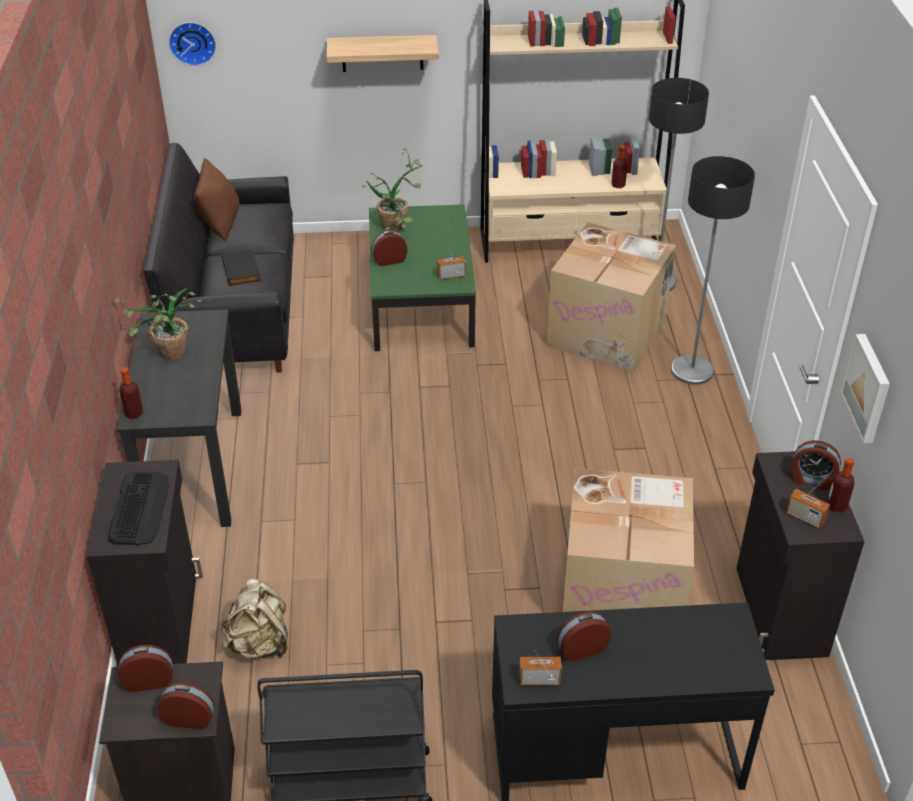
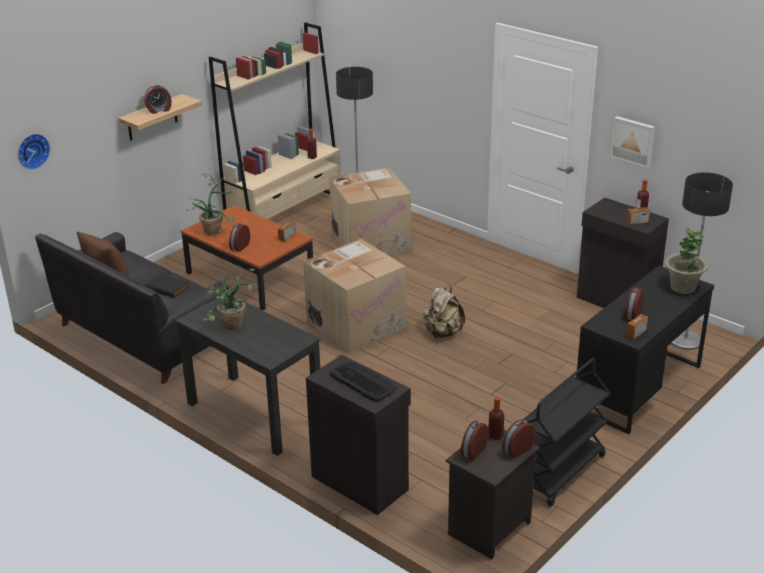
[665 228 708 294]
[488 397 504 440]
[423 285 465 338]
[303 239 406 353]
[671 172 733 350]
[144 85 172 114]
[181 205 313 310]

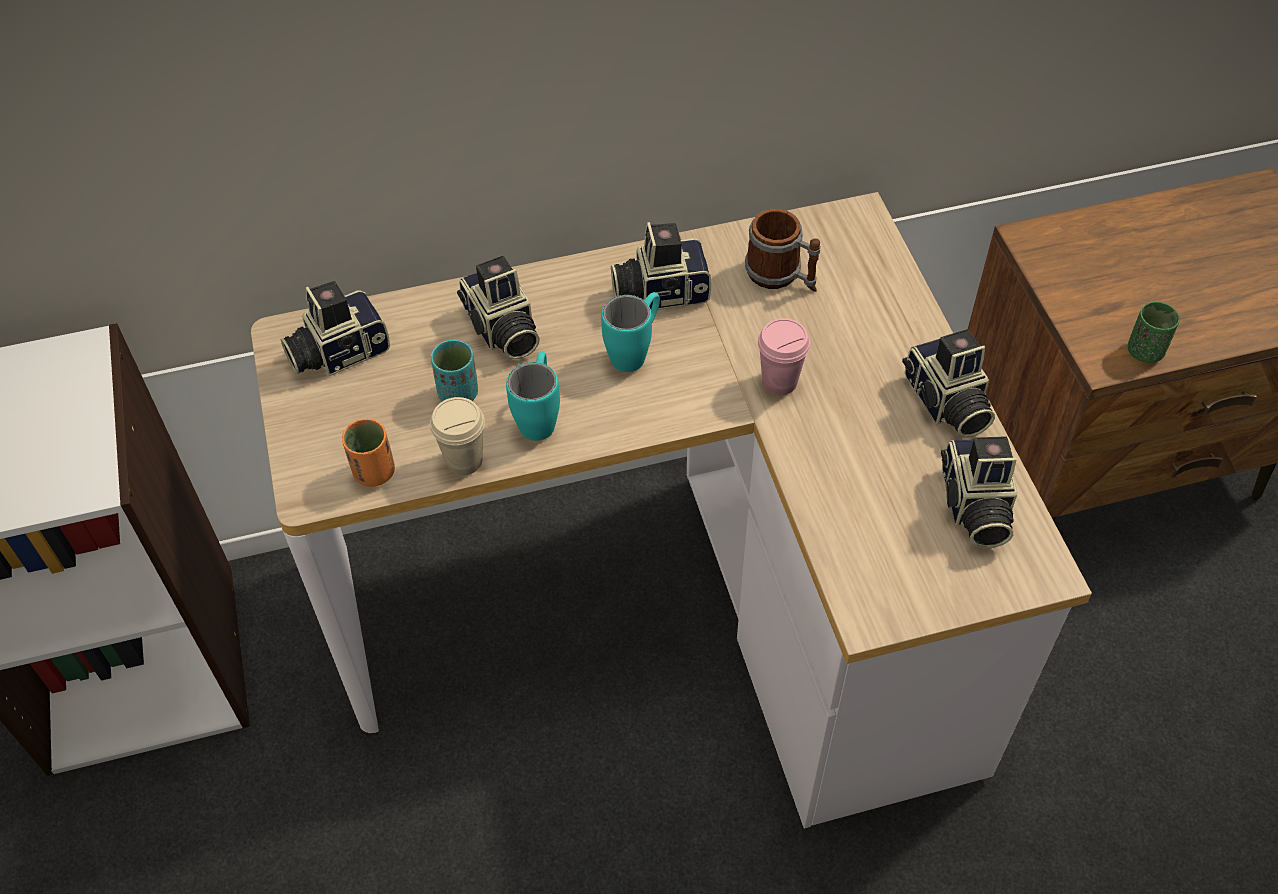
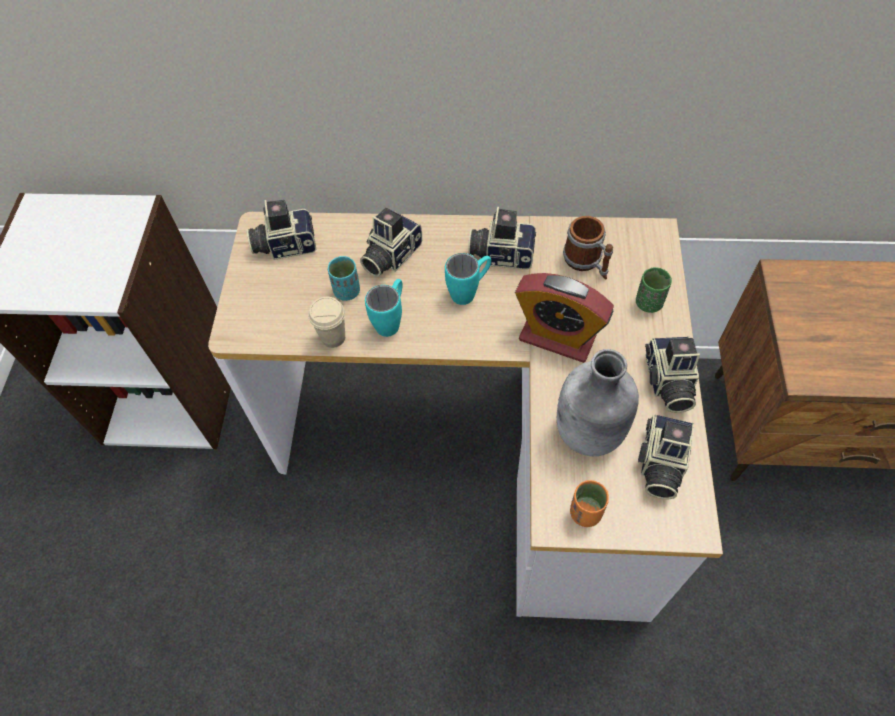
[557 349 639 456]
[570 480 609 527]
[636 267 672 313]
[515 273 614 363]
[360 208 422 277]

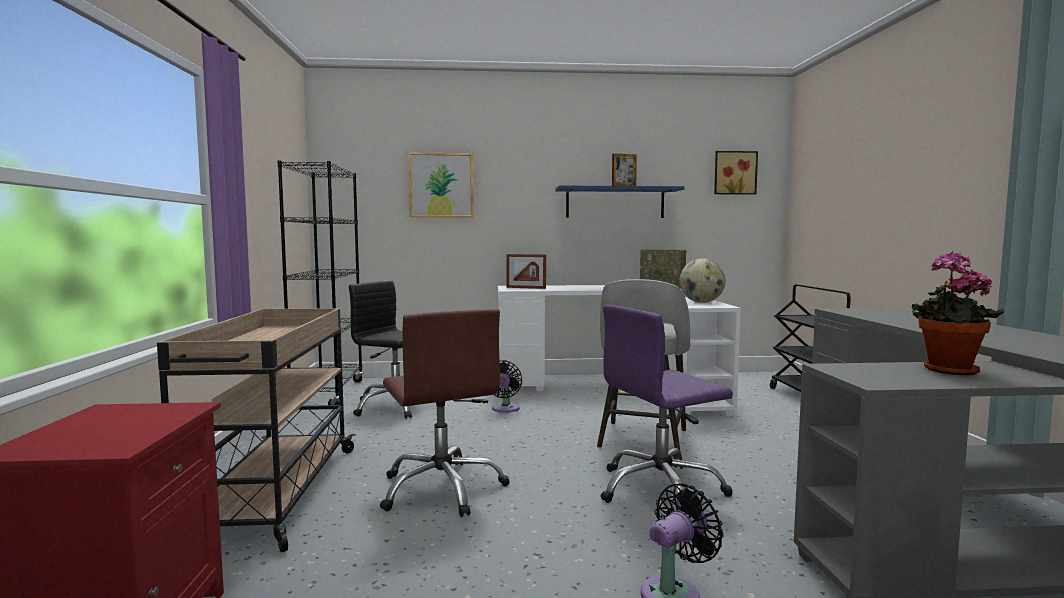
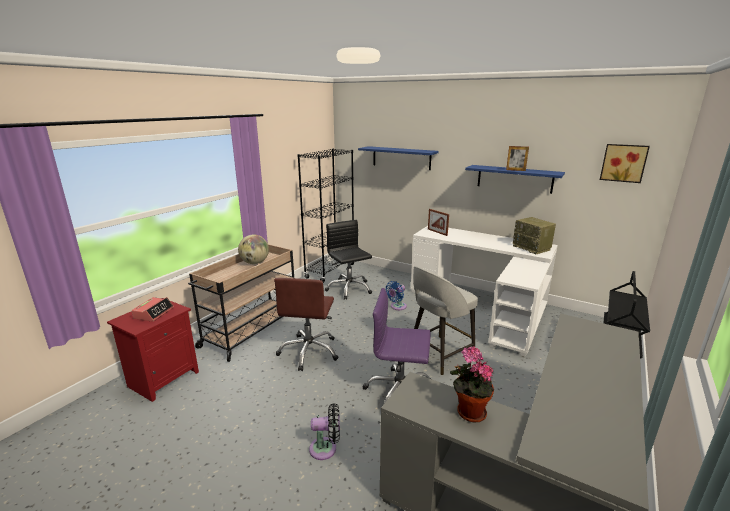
[132 297 174 322]
[238 235 269 264]
[358 146 439 170]
[385 281 407 310]

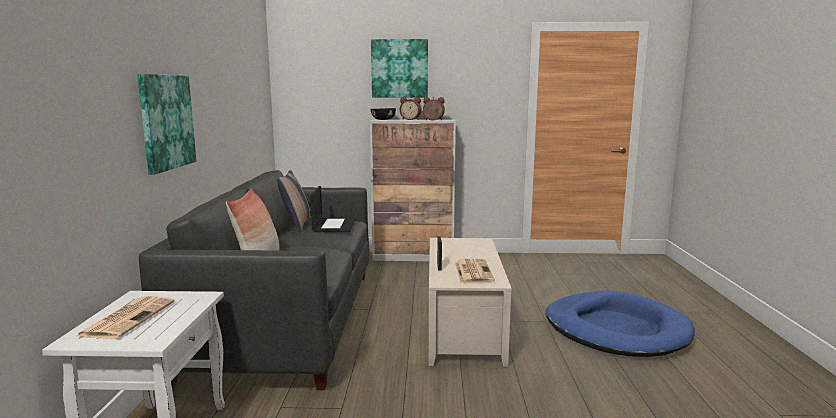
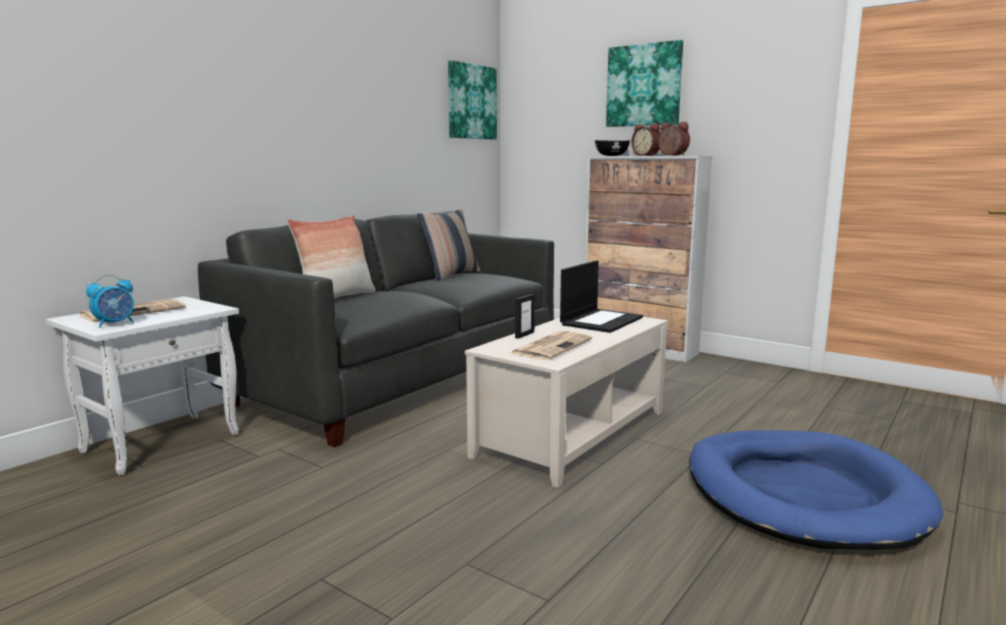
[86 274 134 328]
[448 60 497 140]
[560 260 643 333]

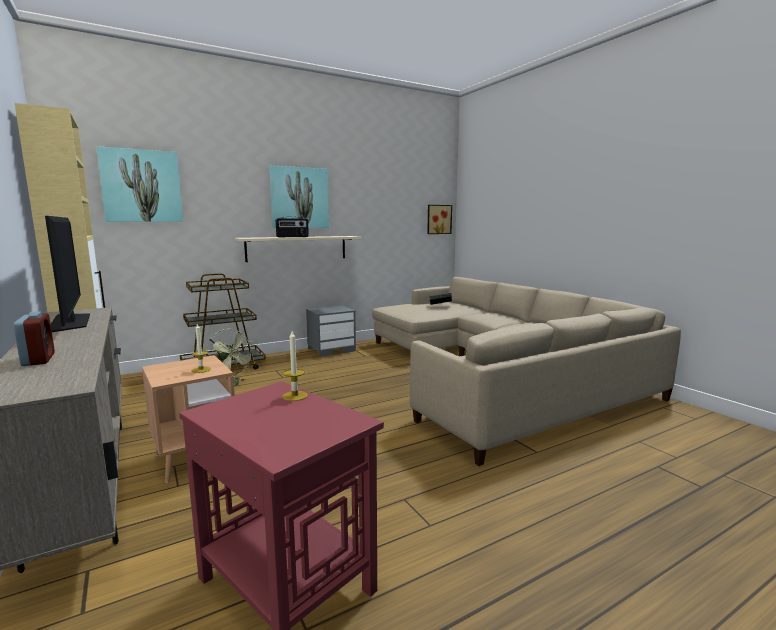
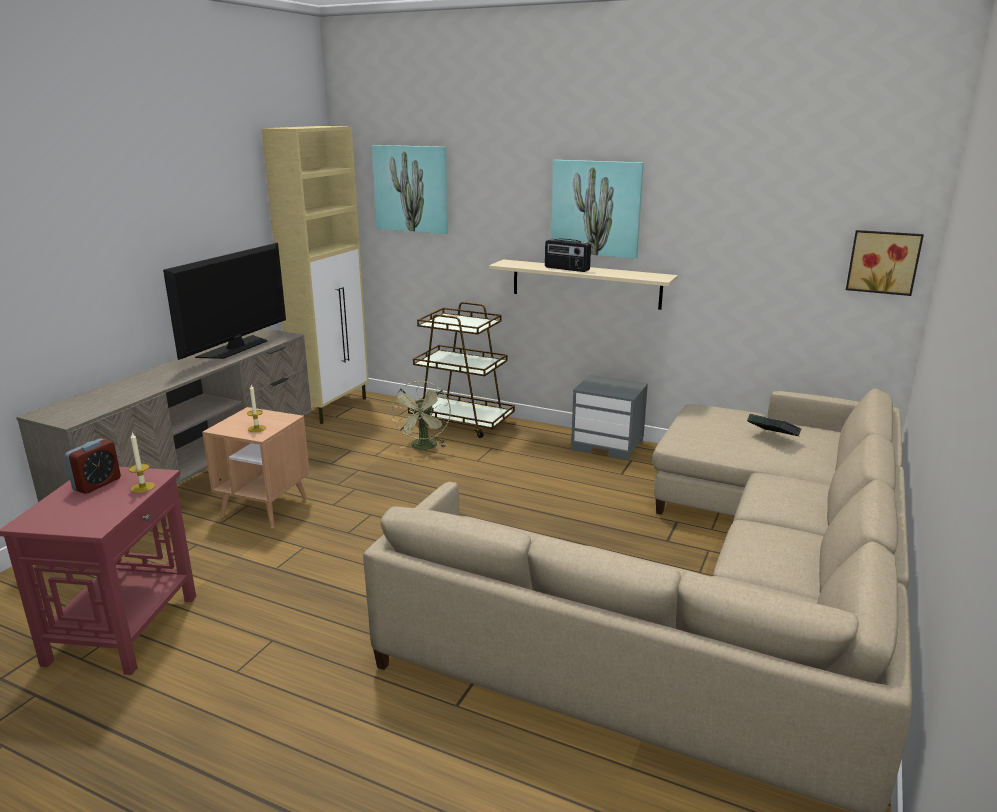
[65 439 121 494]

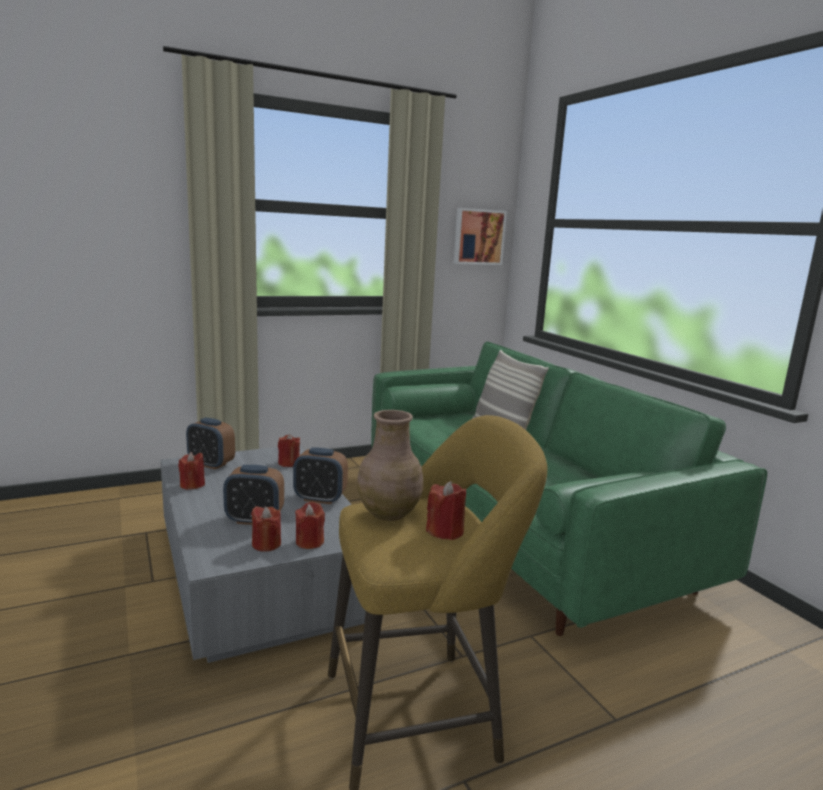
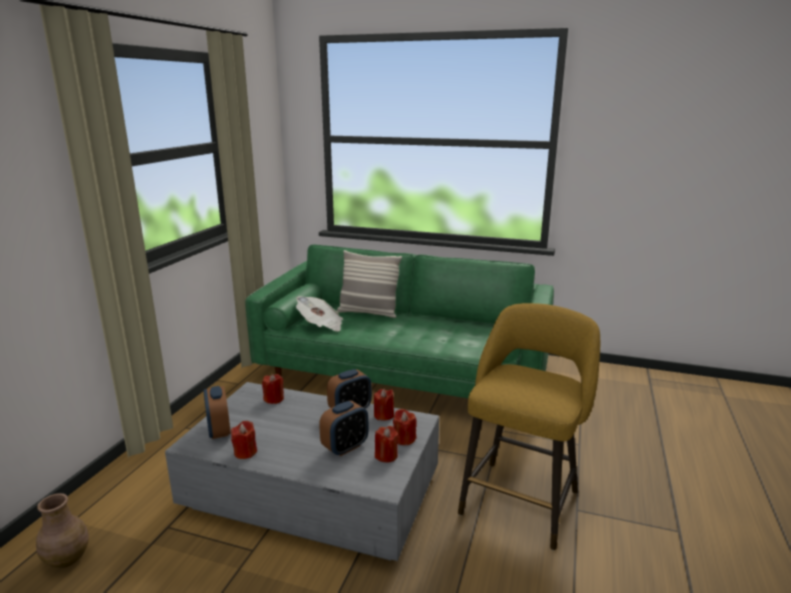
[453 208 507 265] (first image)
[296 296 343 332]
[36 493 89 568]
[374 389 394 421]
[204 386 231 439]

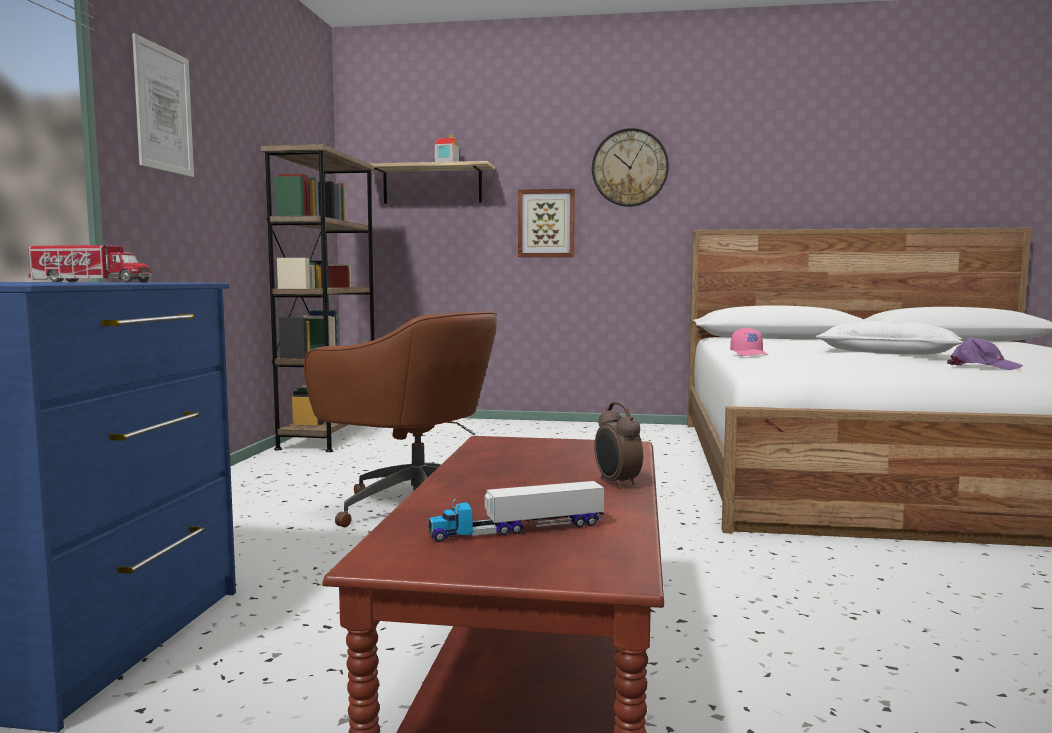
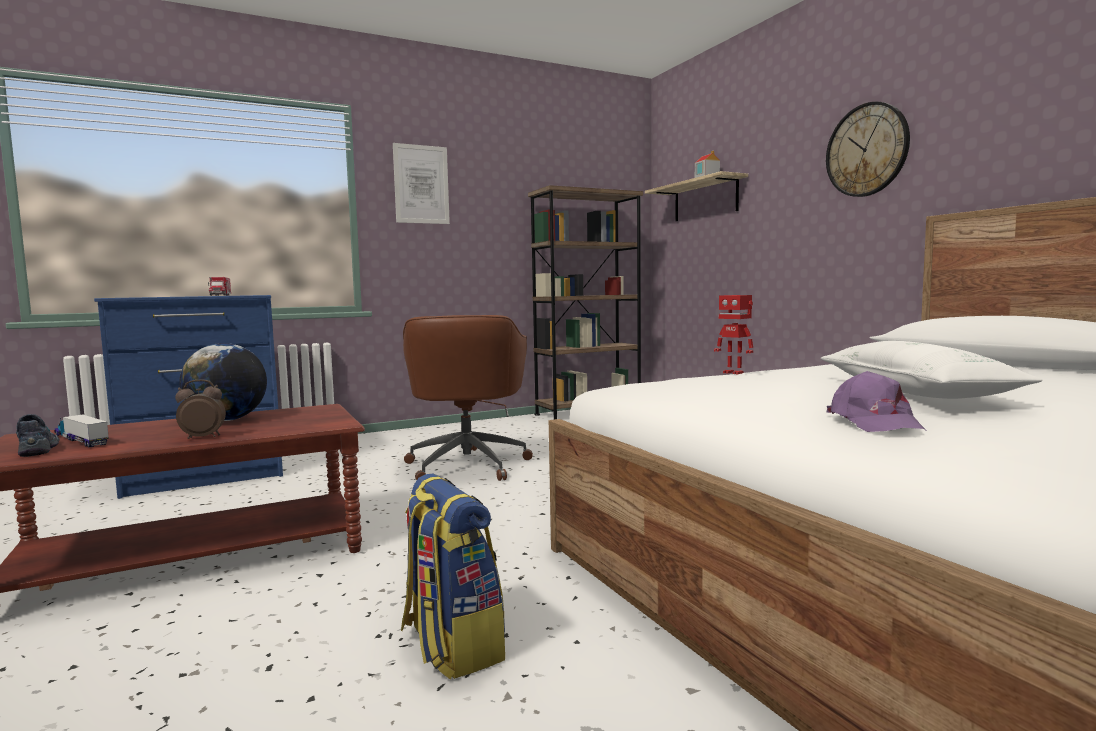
[518 189 575 257] (first image)
[16 414 60 457]
[179 343 267 421]
[401 474 505 680]
[714 295 753 374]
[175 380 226 439]

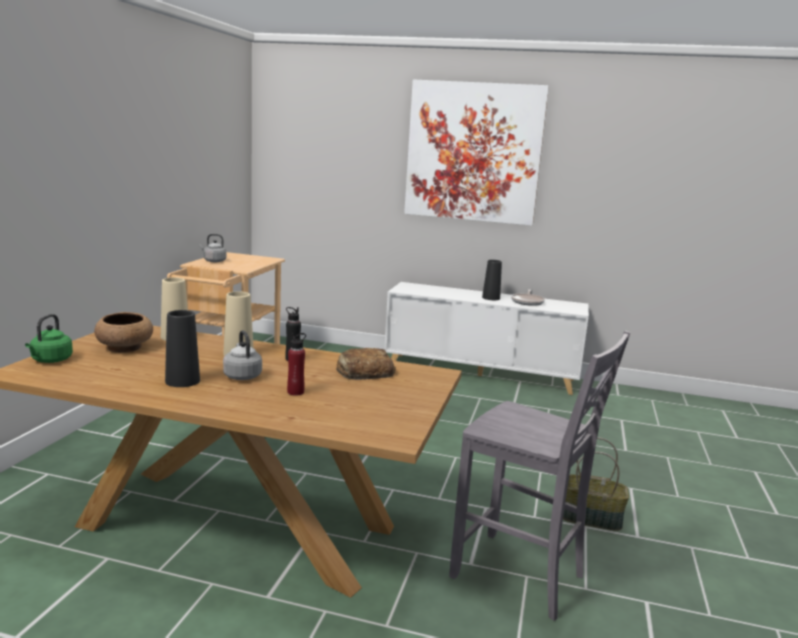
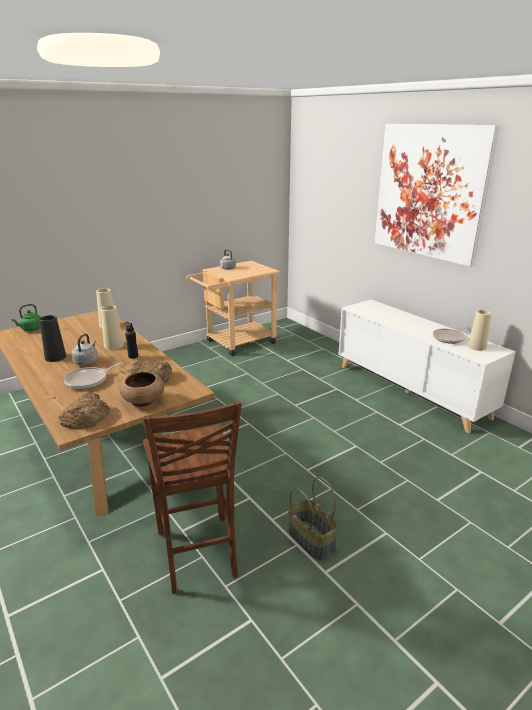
[482 260 502 300] (first image)
[59 392 110 429]
[468 310 491 351]
[119 371 164 407]
[64 362 123 389]
[143 400 242 594]

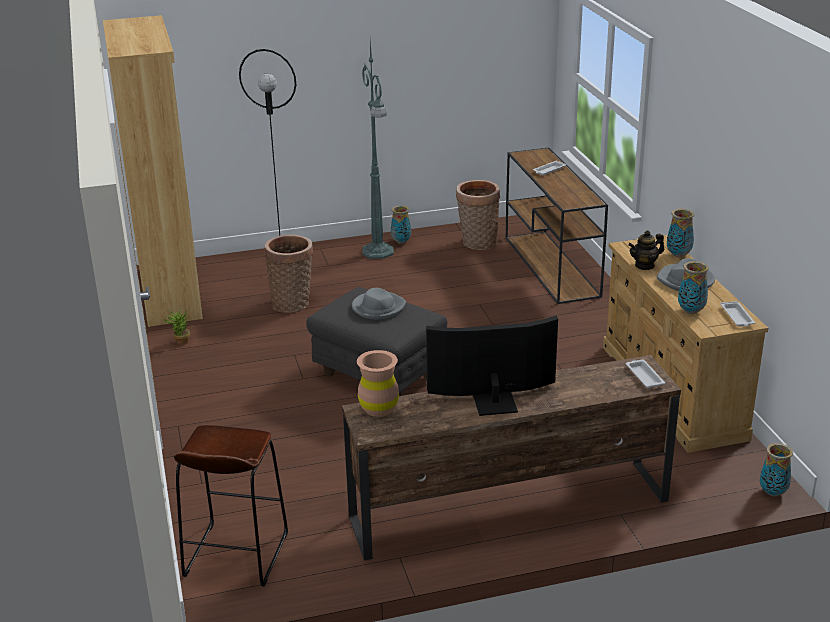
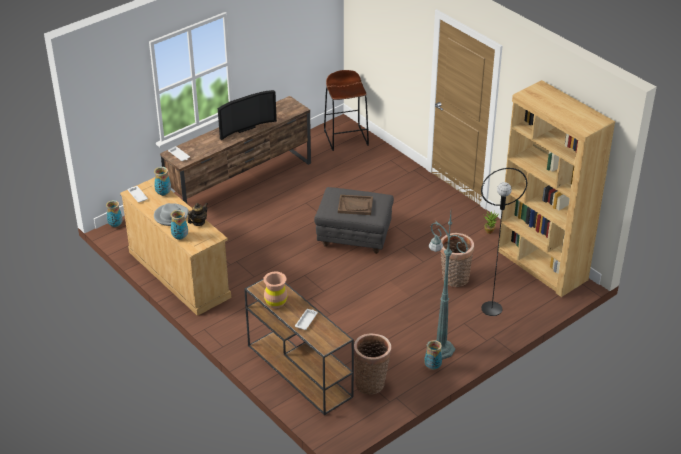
[263 272 287 308]
[338 195 373 215]

